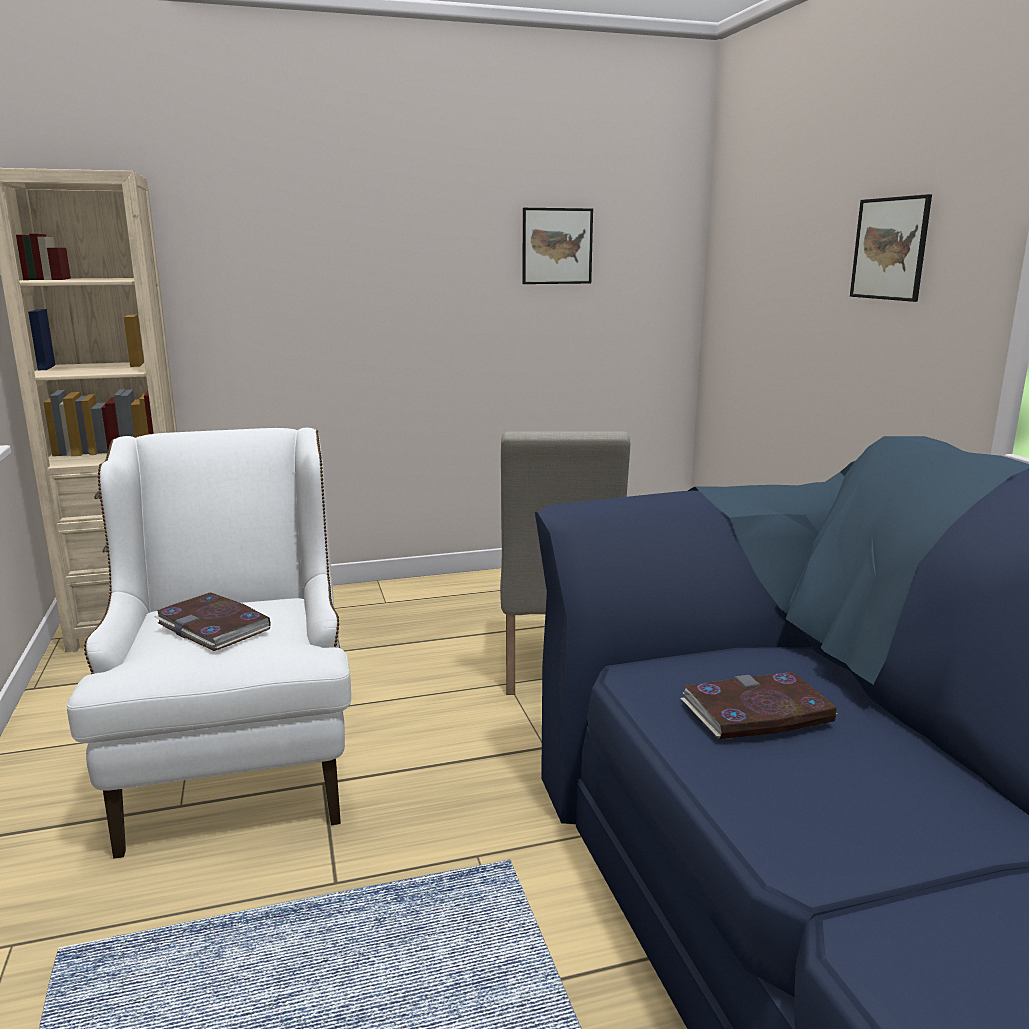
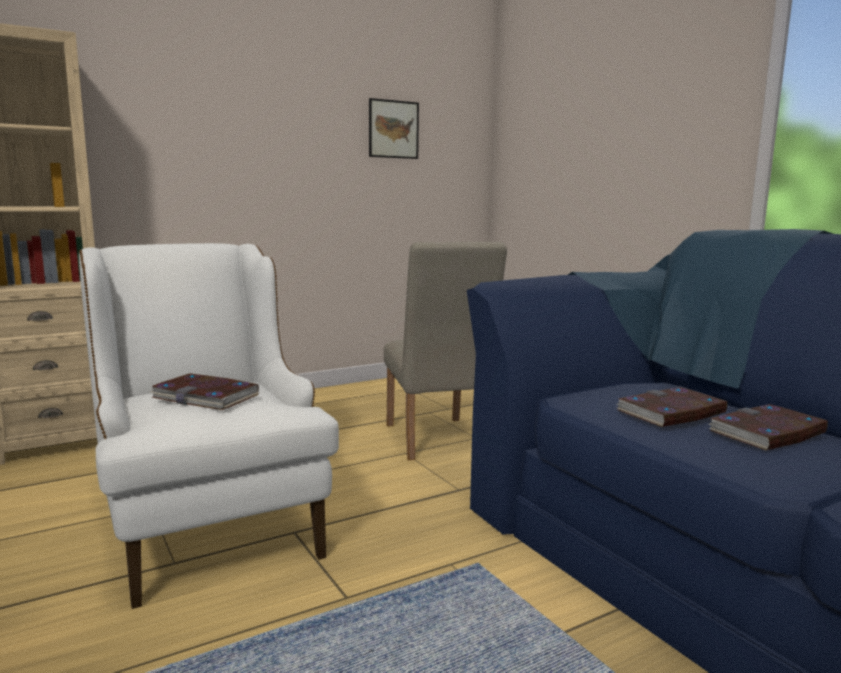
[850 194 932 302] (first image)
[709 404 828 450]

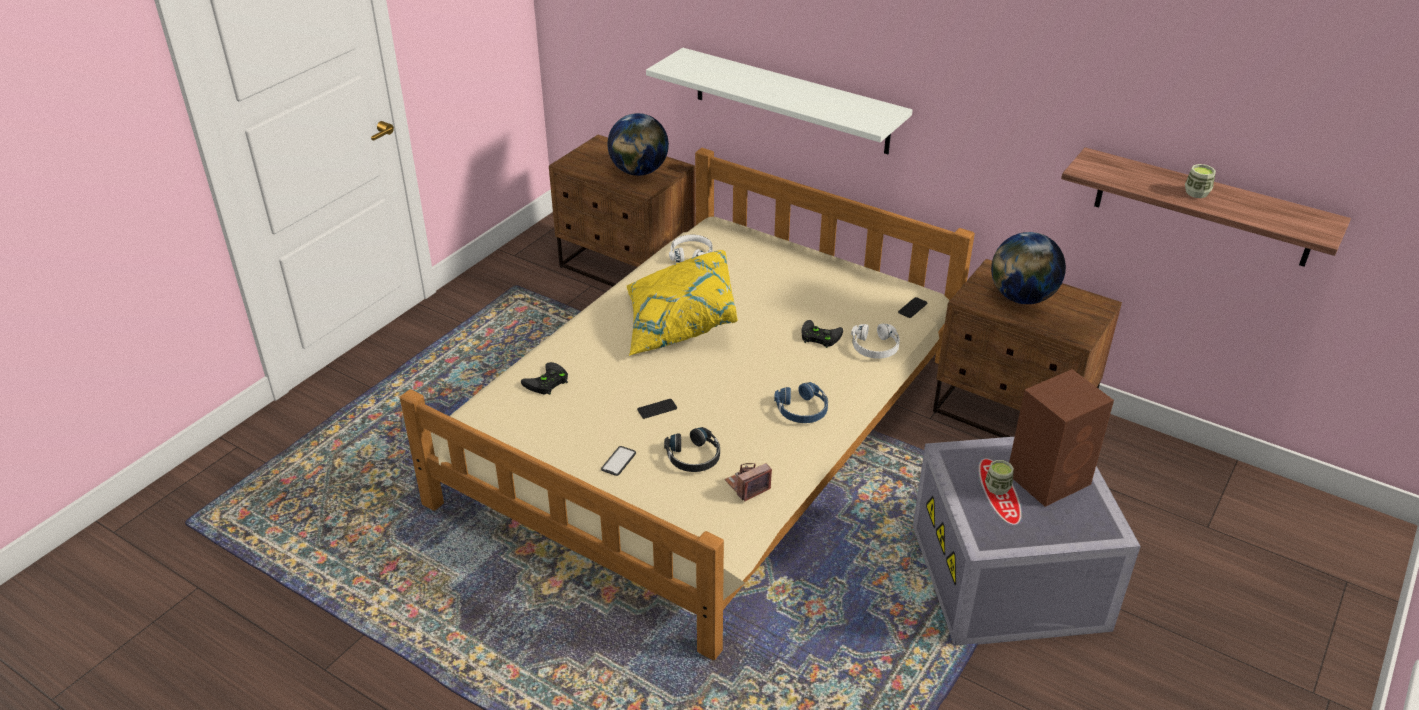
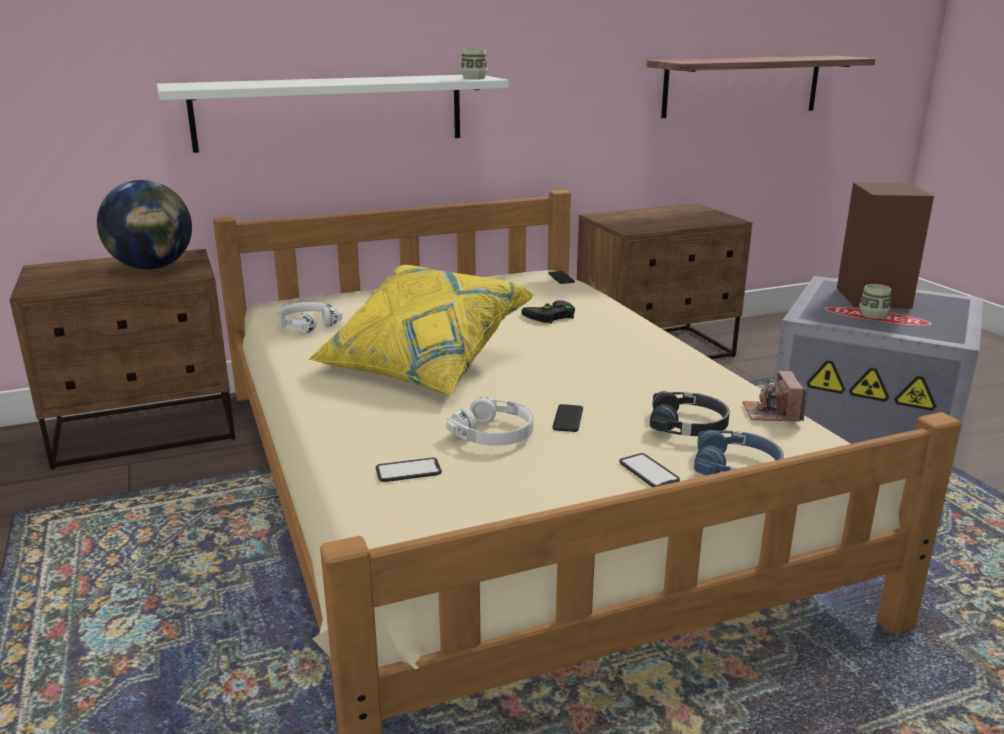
[991 232 1066 304] (first image)
[694 430 784 476]
[446 397 534 446]
[461 49 488 80]
[376 458 442 482]

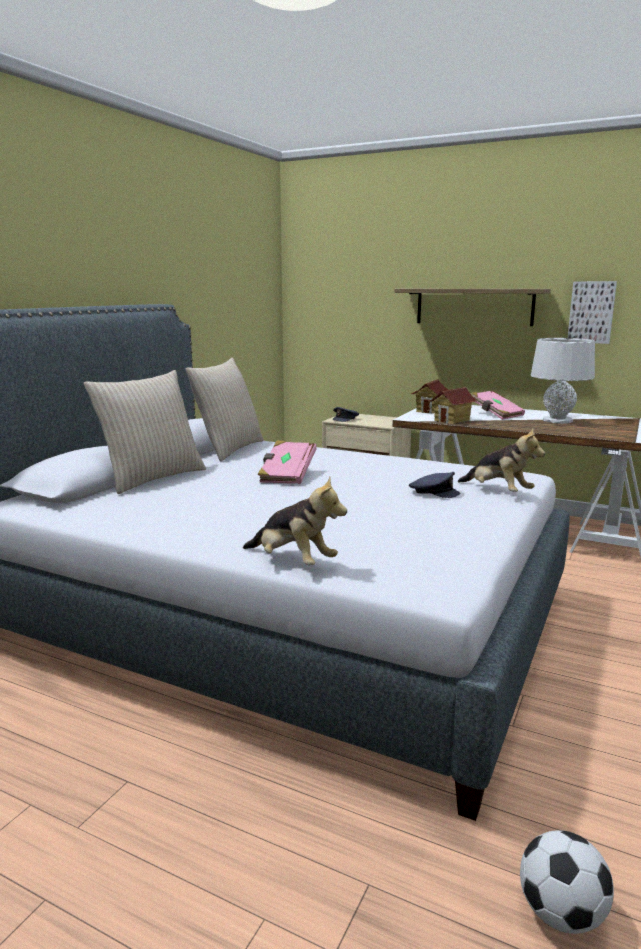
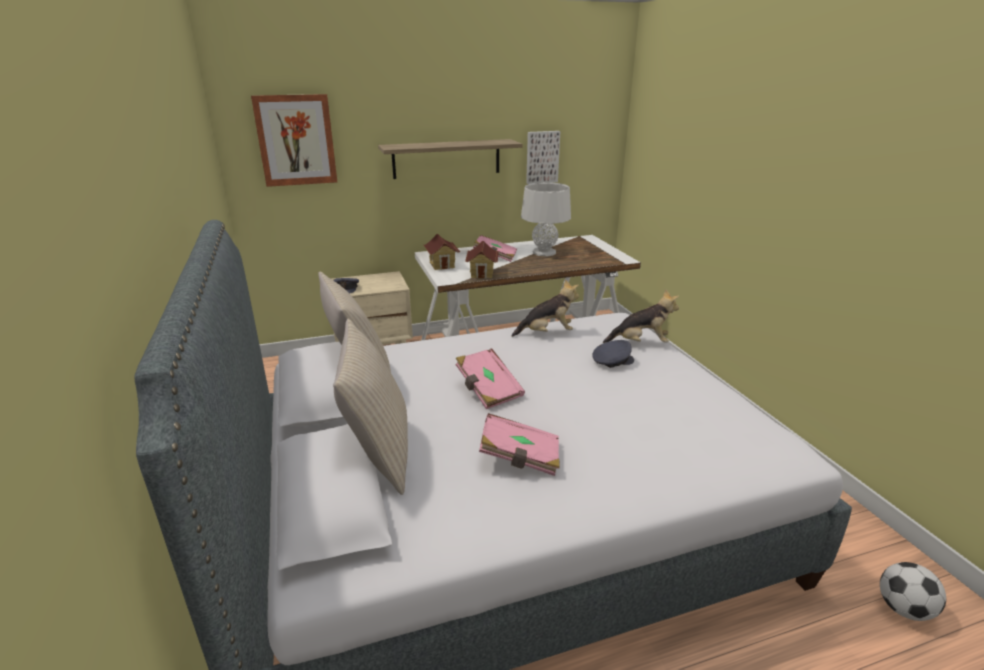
[251 94 337 187]
[479 413 560 476]
[512 279 579 337]

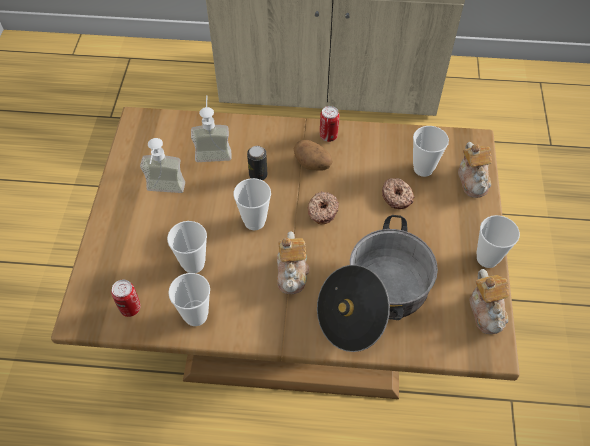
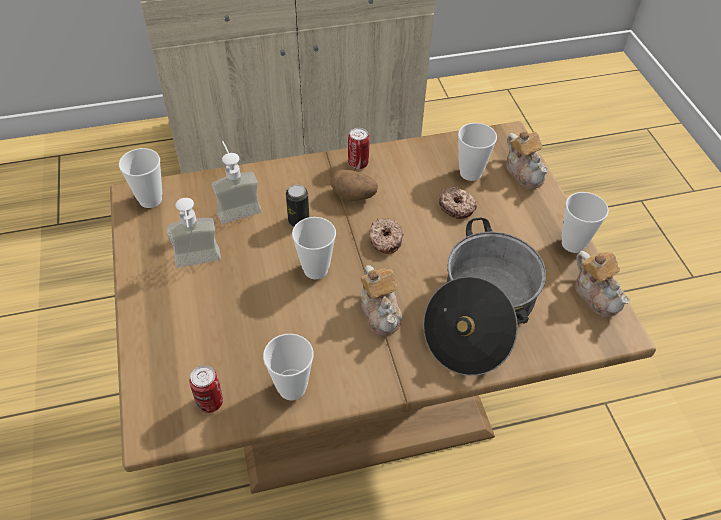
[119 148 162 208]

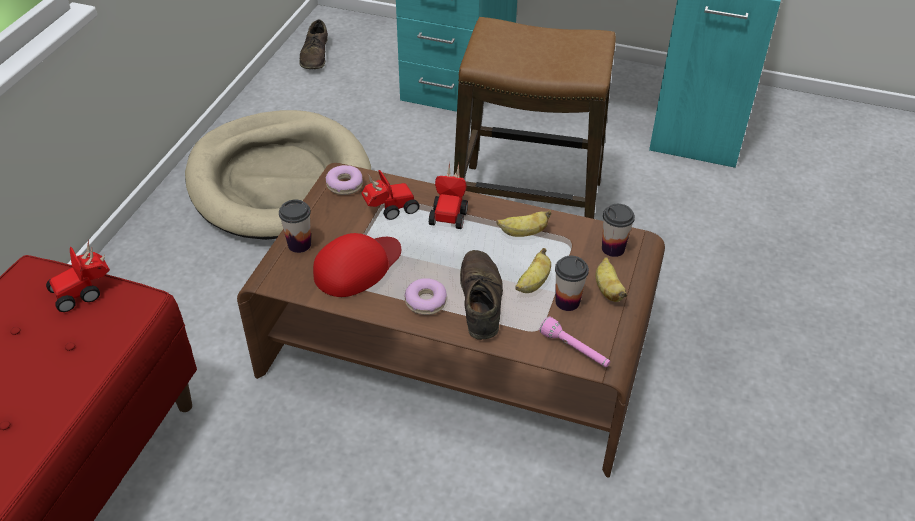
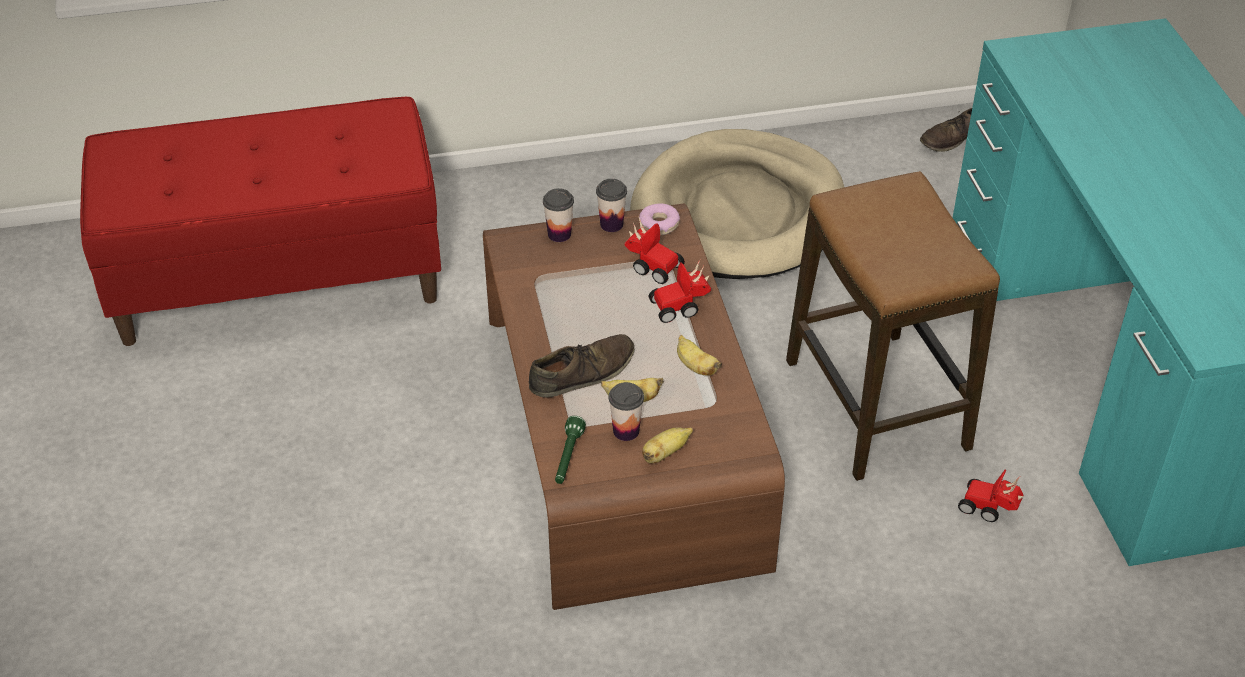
[313 233 401 297] (first image)
[404 278 447 315] (first image)
[958 469 1023 522]
[596 179 627 232]
[555 416 586 484]

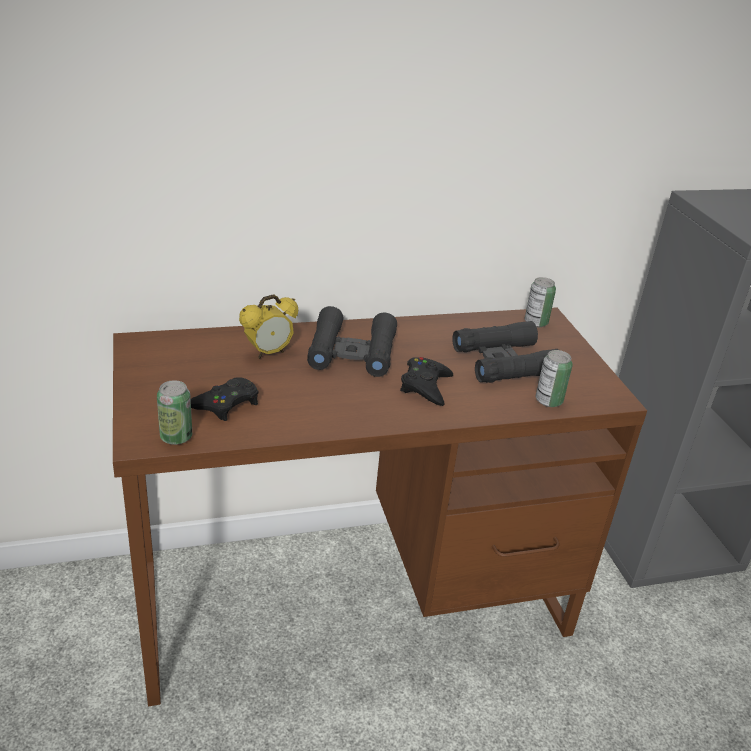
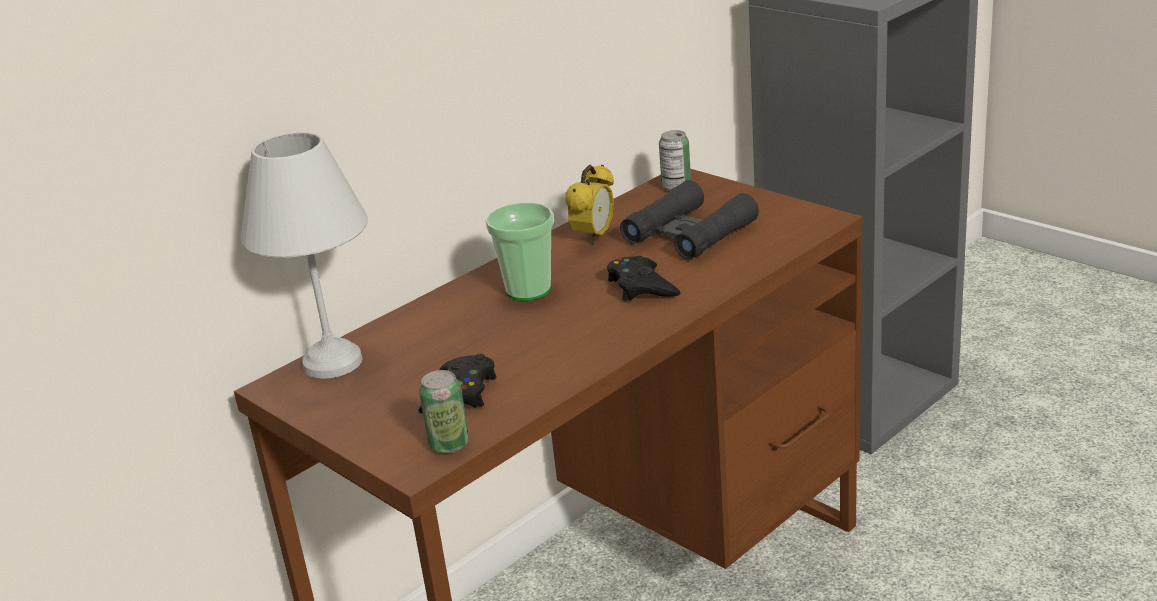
[536 350 573 407] (first image)
[241 132 368 379]
[565 165 614 245]
[485 203 554 301]

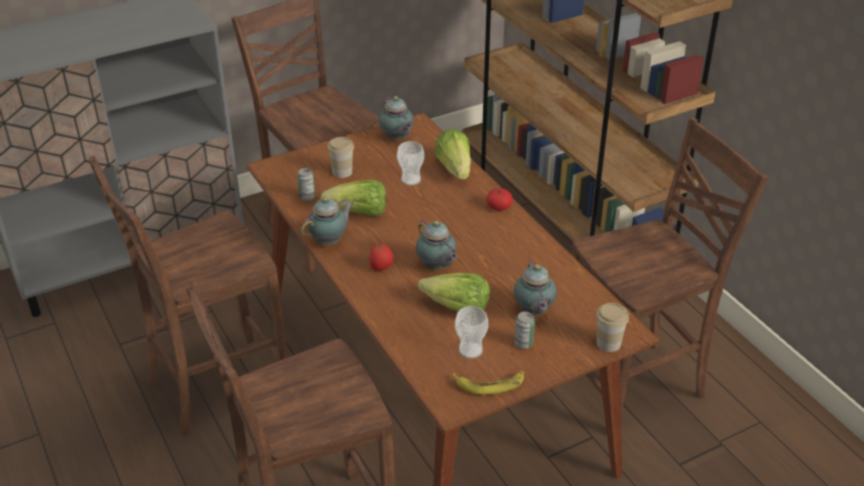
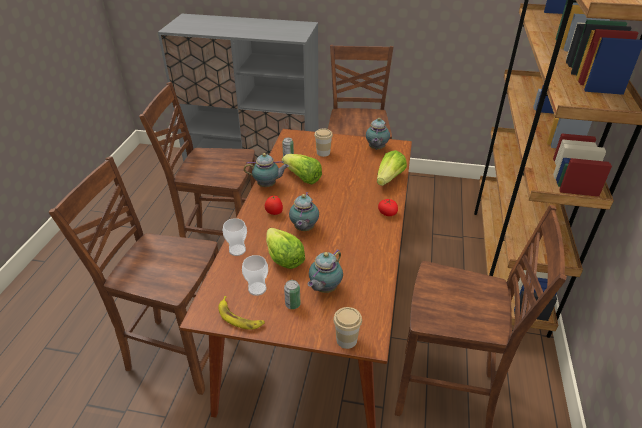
[223 218 247 256]

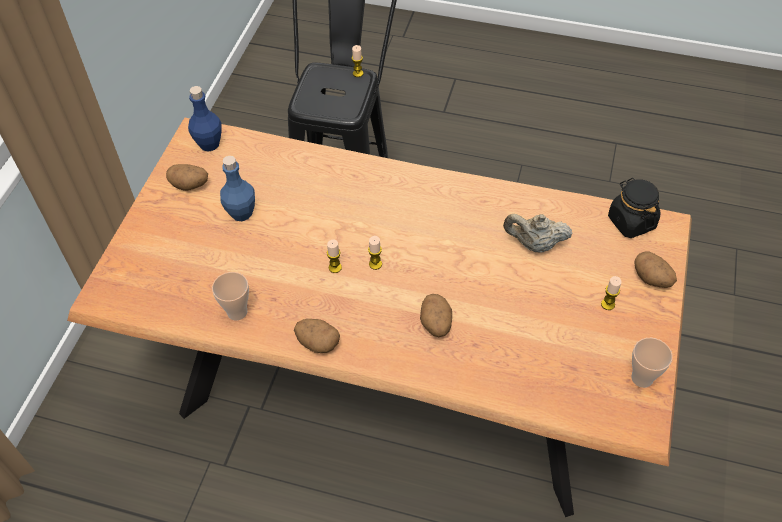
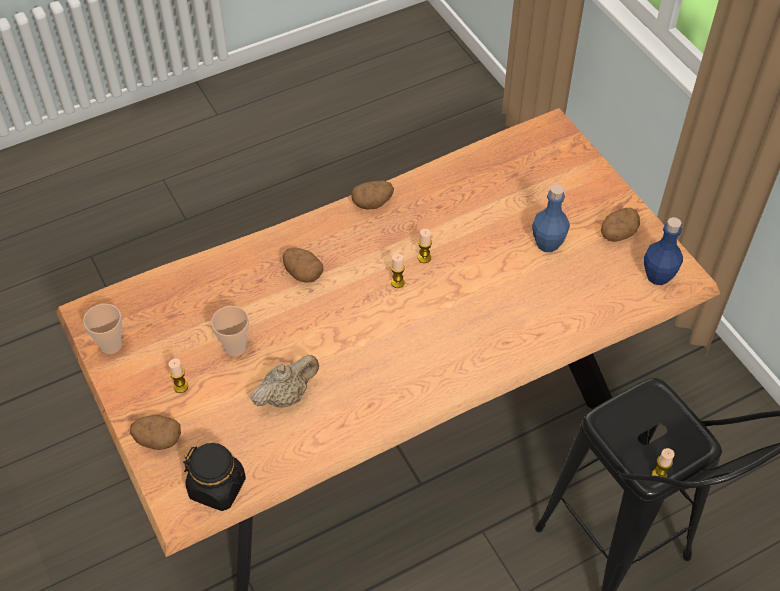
[211 306 249 356]

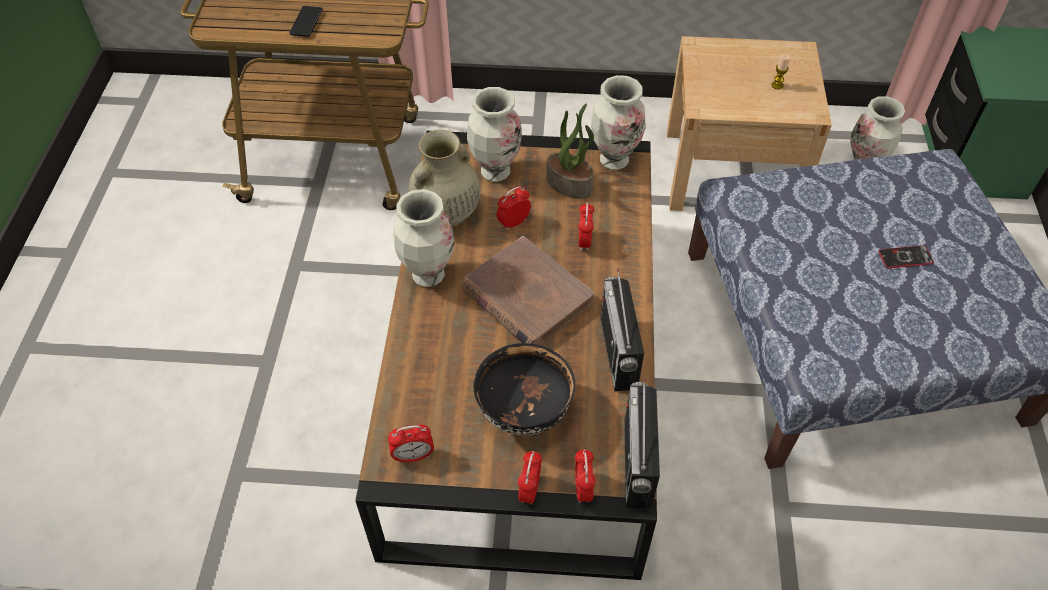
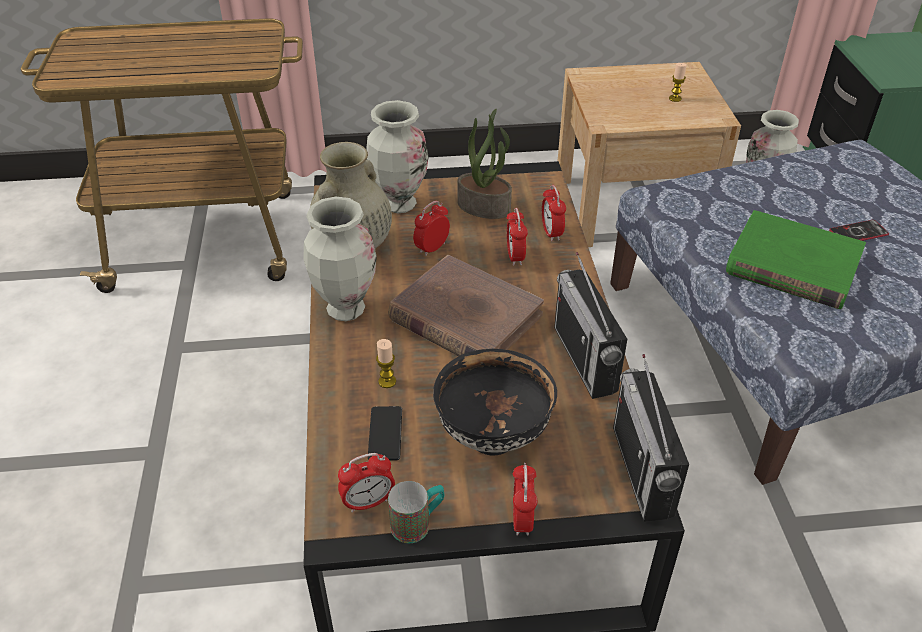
[591 75 645 170] (first image)
[376 339 396 388]
[388 481 445 543]
[726 210 866 309]
[368 406 402 461]
[542 185 566 241]

